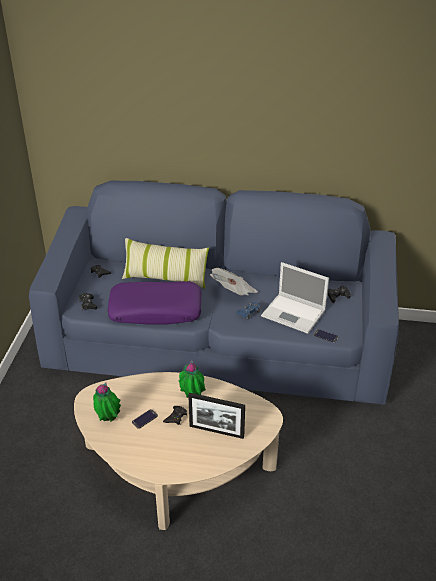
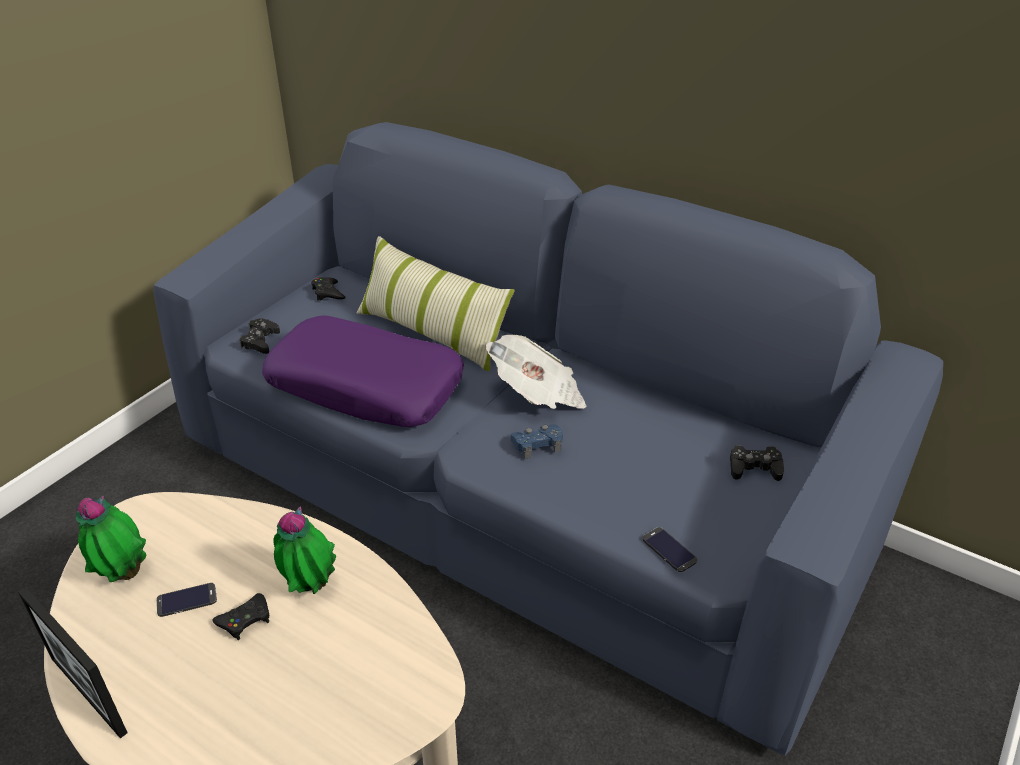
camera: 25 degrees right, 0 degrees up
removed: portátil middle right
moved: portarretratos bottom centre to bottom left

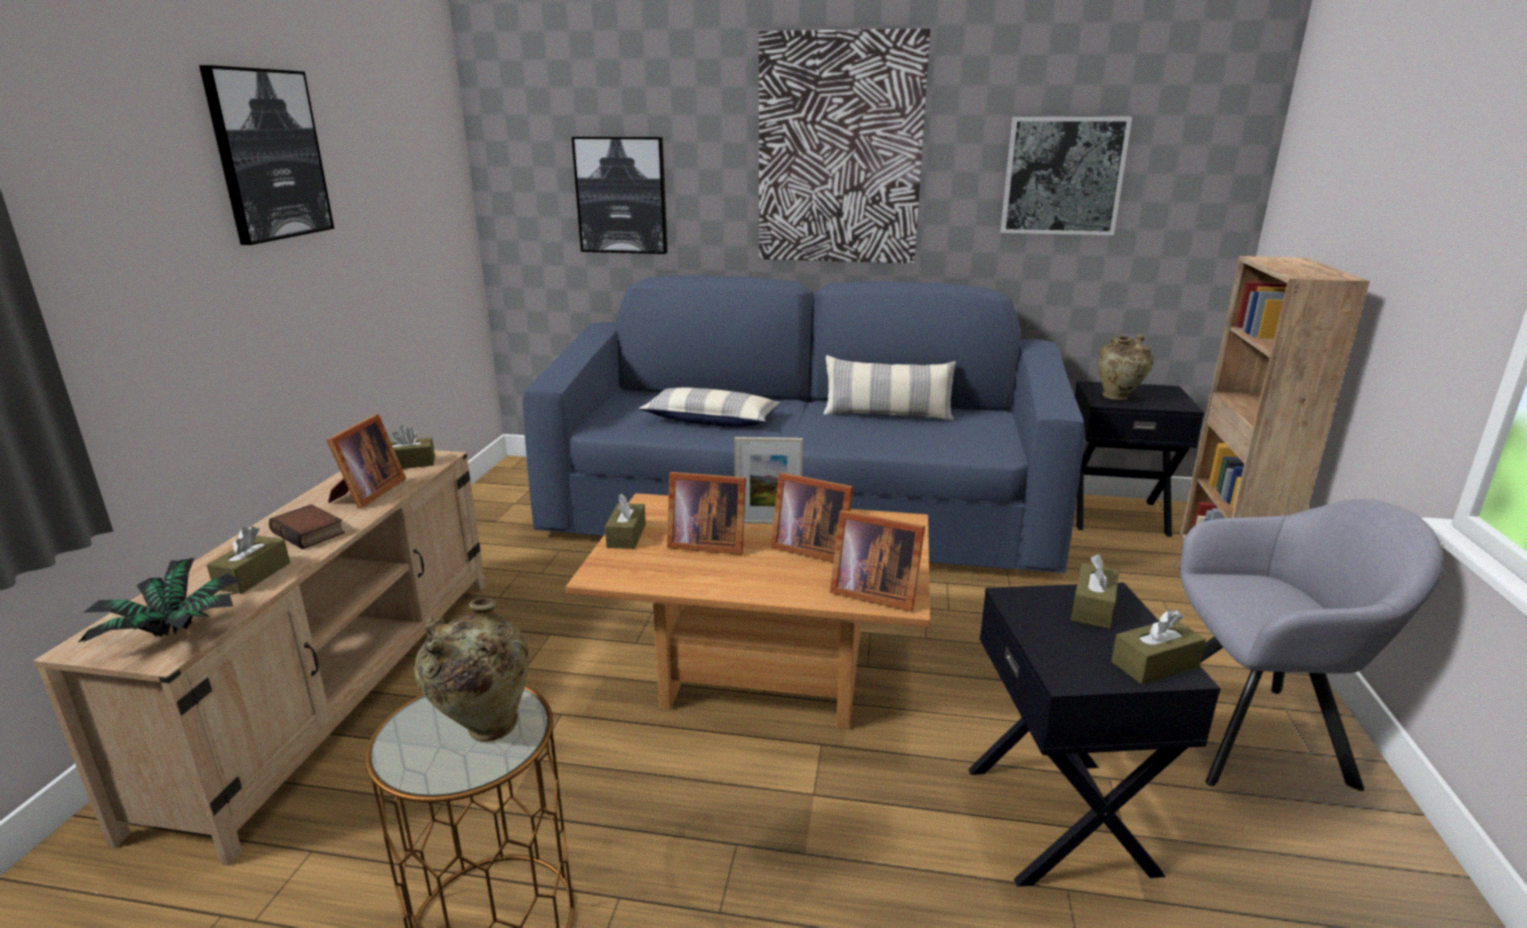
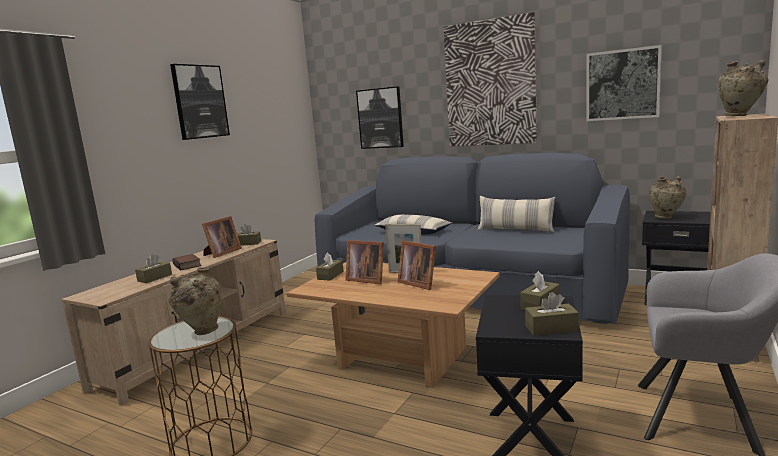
camera: 20 degrees right, 10 degrees down
removed: planta en maceta middle left; portarretratos (5th from left) centre
added: florero [beis] (3rd from left) top right

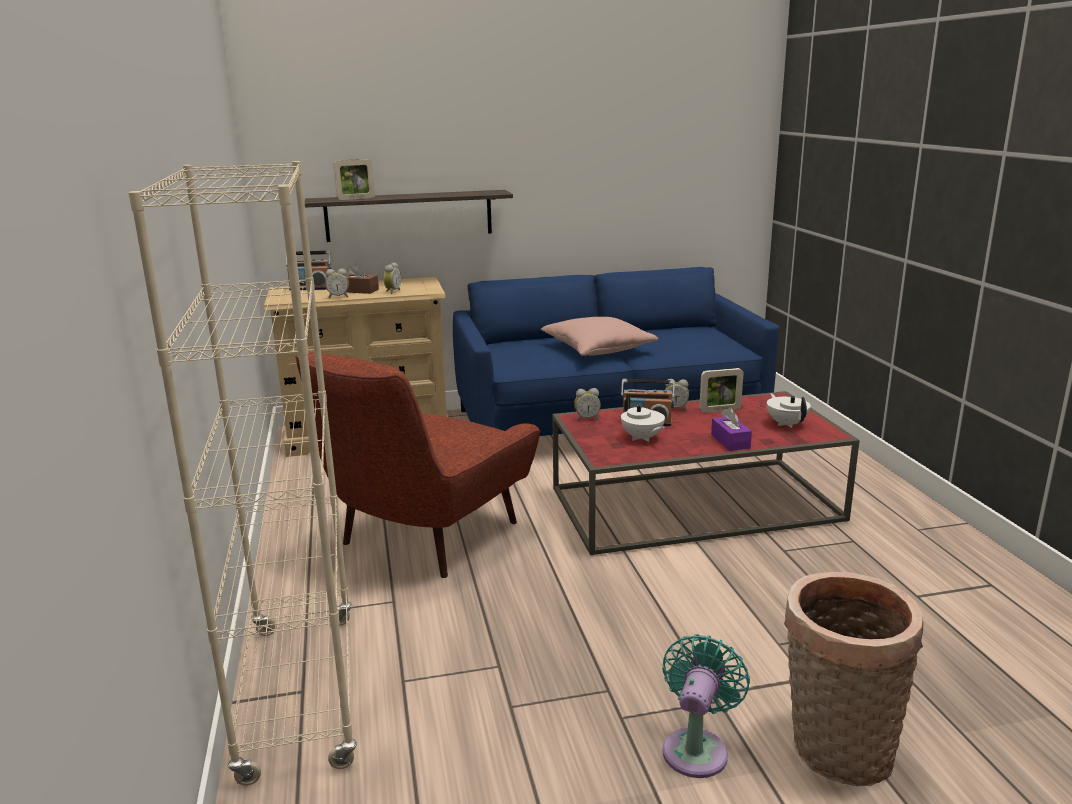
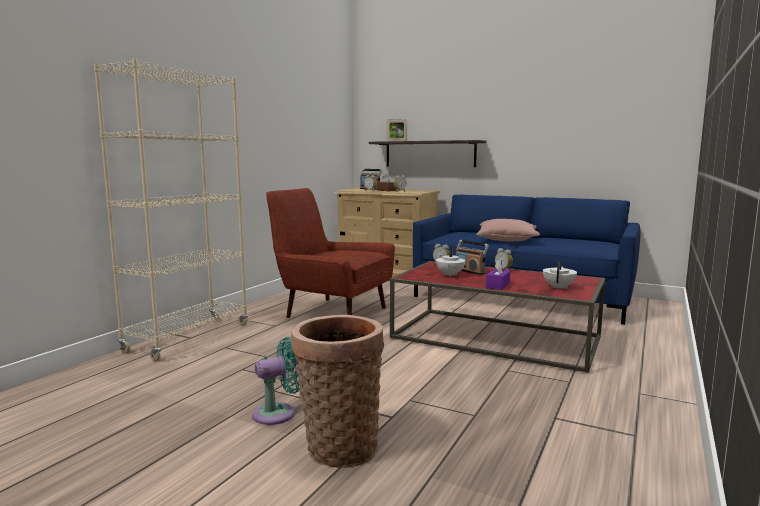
camera: 40 degrees right, 10 degrees down
removed: portarretratos (2nd from left) middle right
turned: sillón [rojo] centre = centre 45 degrees clockwise

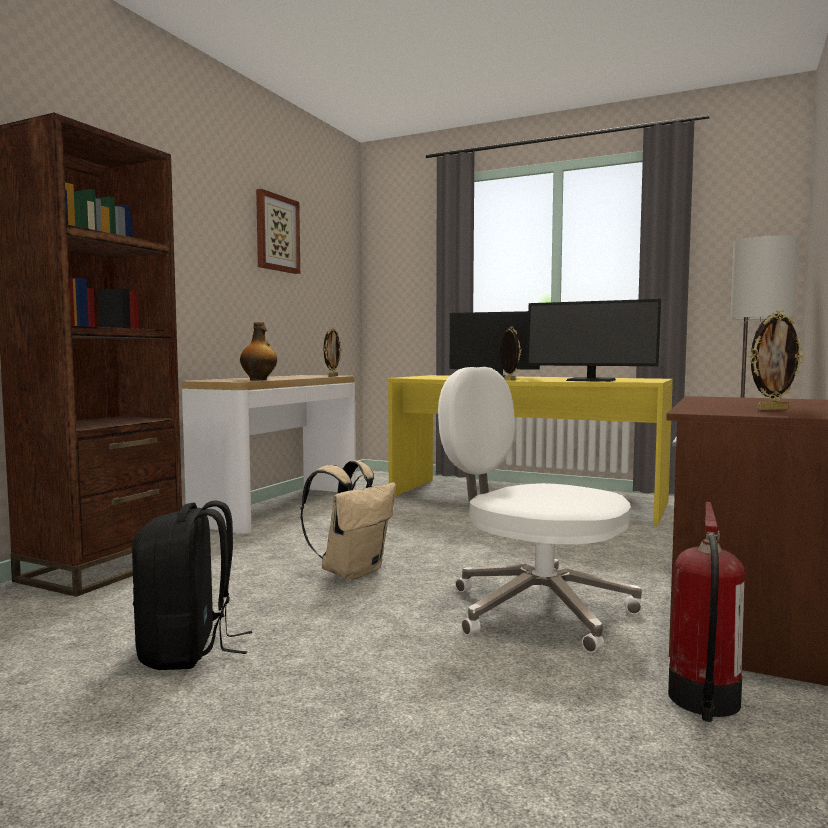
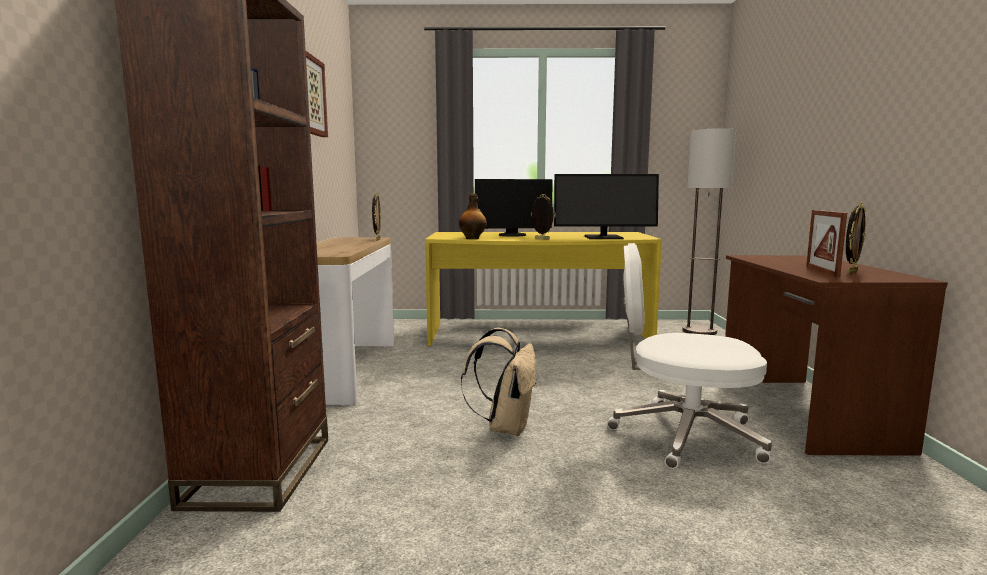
camera: 25 degrees left, 5 degrees up
removed: mochila [negro] bottom left; extintor bottom right
added: portarretratos (3rd from left) middle right
moved: botella middle left to centre

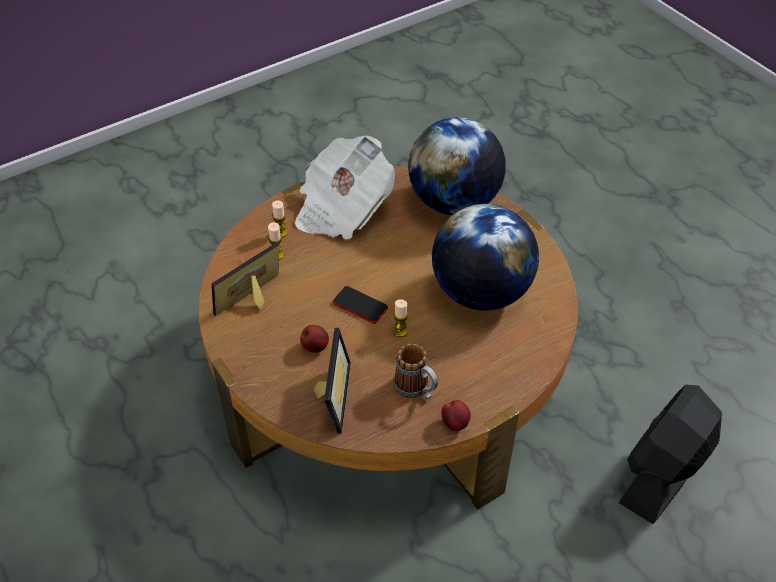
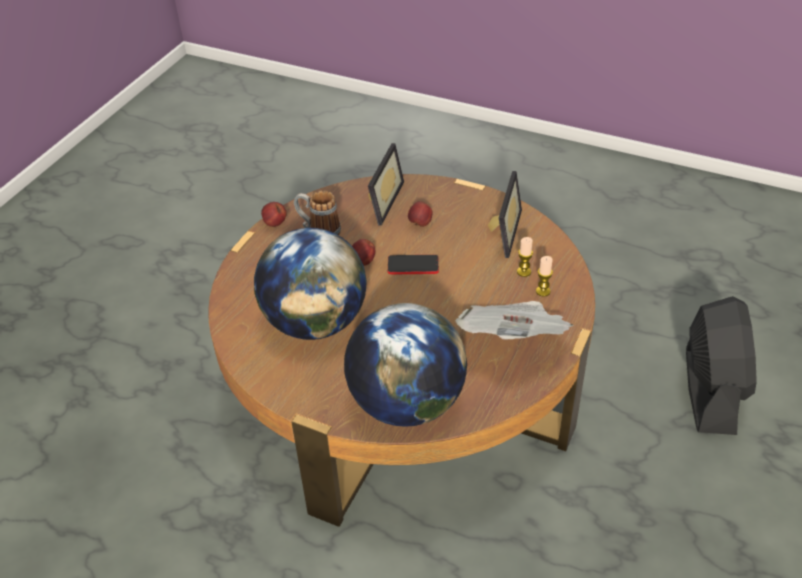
camera: 150 degrees right, 5 degrees down
moved: ventilador [negro] bottom right to middle right
replaced: vela (3rd from left) centre to manzana (2nd from left) centre
turned: portarretratos (2nd from left in the first image) centre = top centre 135 degrees counterclockwise

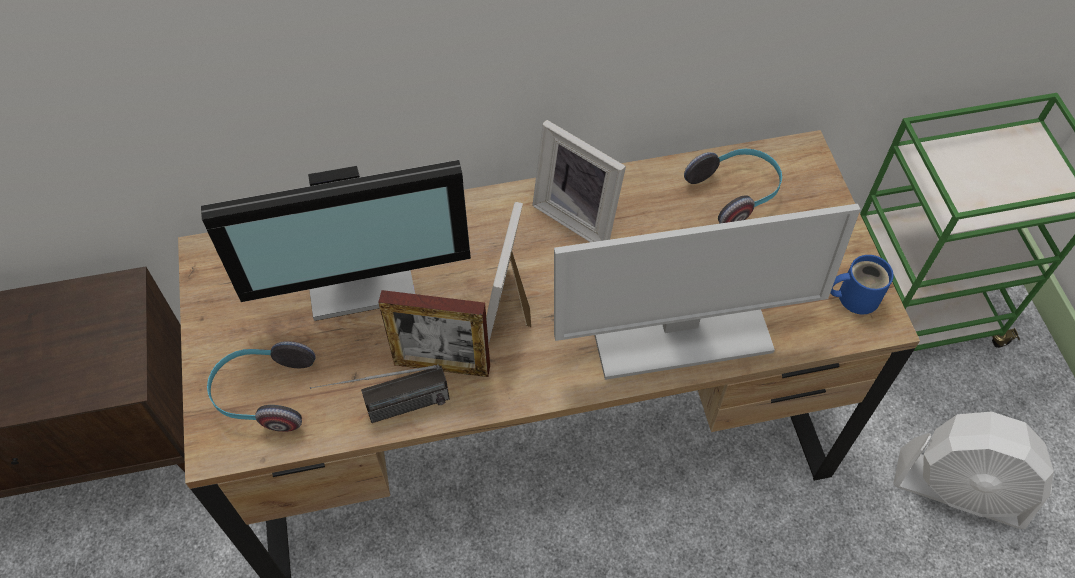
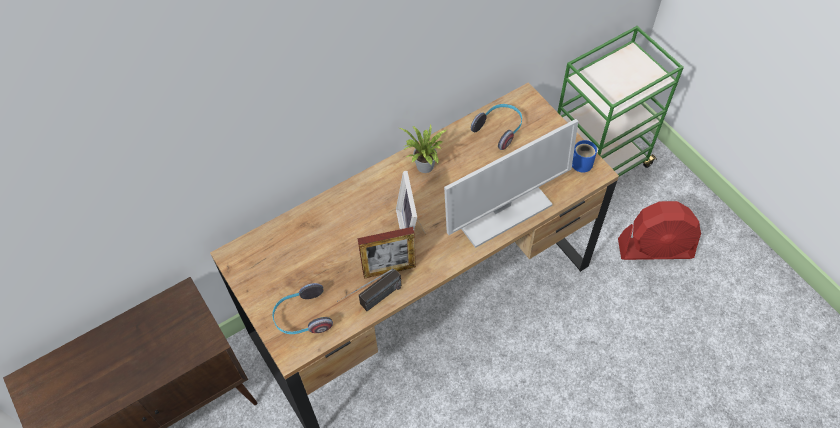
camera: 20 degrees left, 0 degrees up
removed: monitor (1st from left) middle left
replaced: portarretratos (3rd from left) top centre to planta en maceta centre
recoloured: ventilador [blanco] bottom right to ventilador [rojo] middle right

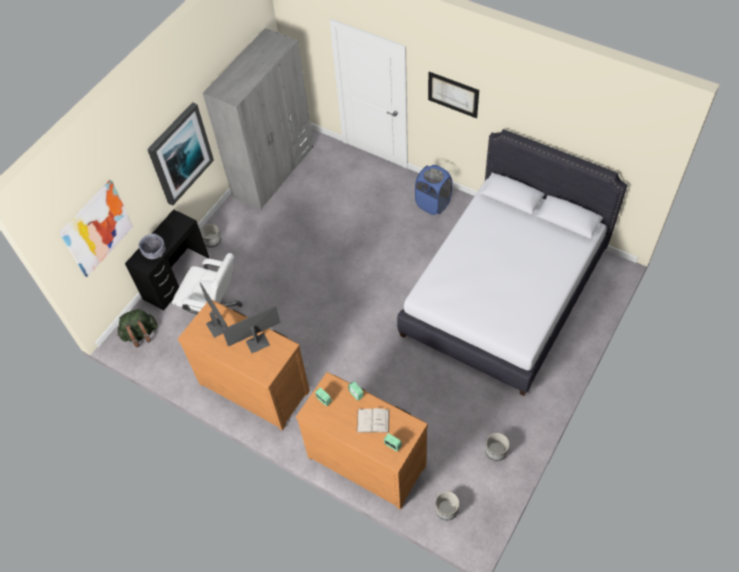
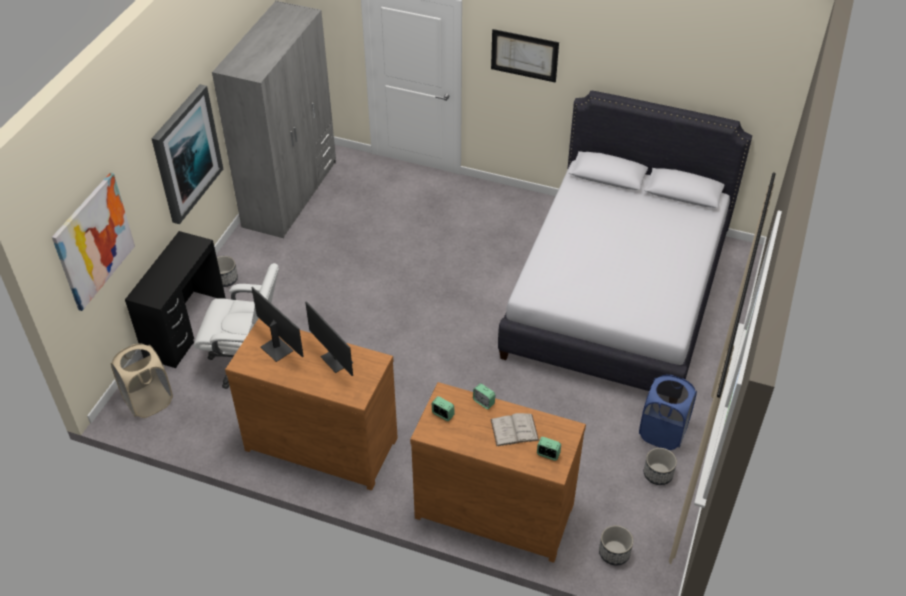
camera: 15 degrees left, 10 degrees down
removed: cuenco [gris] middle left
moved: cesto de la ropa [azul] top centre to bottom right
replaced: mochila [verde] middle left to cesto de la ropa [beis] middle left
turned: monitor (2nd from left) centre = centre 90 degrees counterclockwise

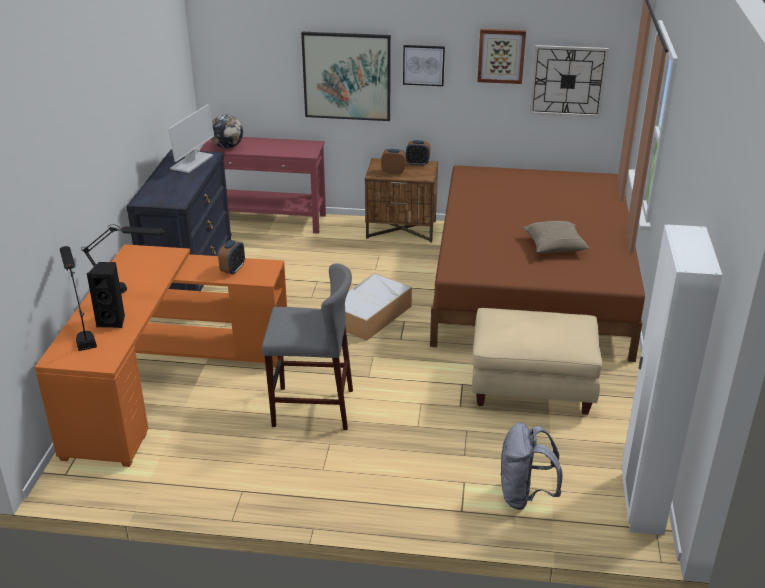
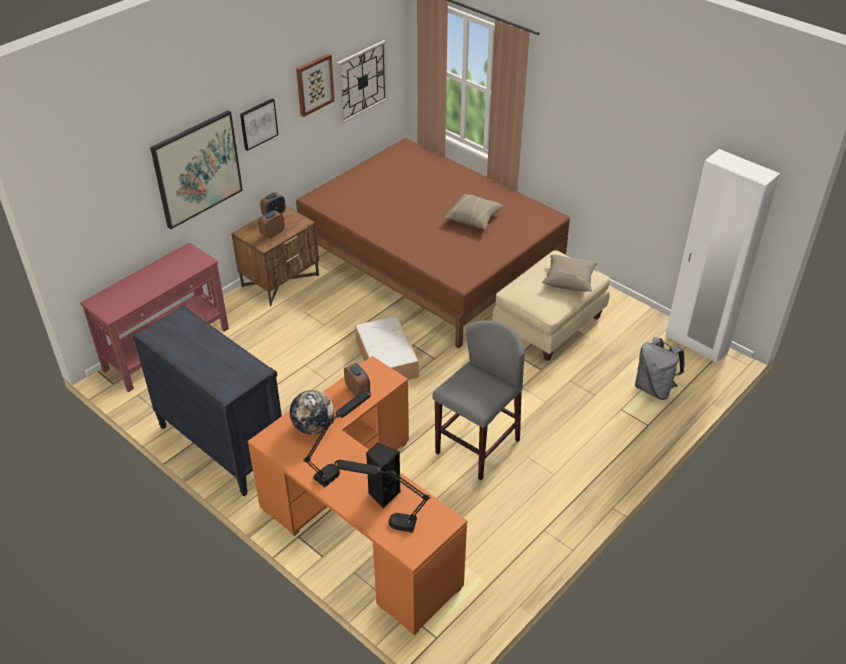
camera: 55 degrees left, 10 degrees up
removed: monitor top left
added: cojín [beis] (2nd from left) middle right
moved: globo terráqueo top left to centre

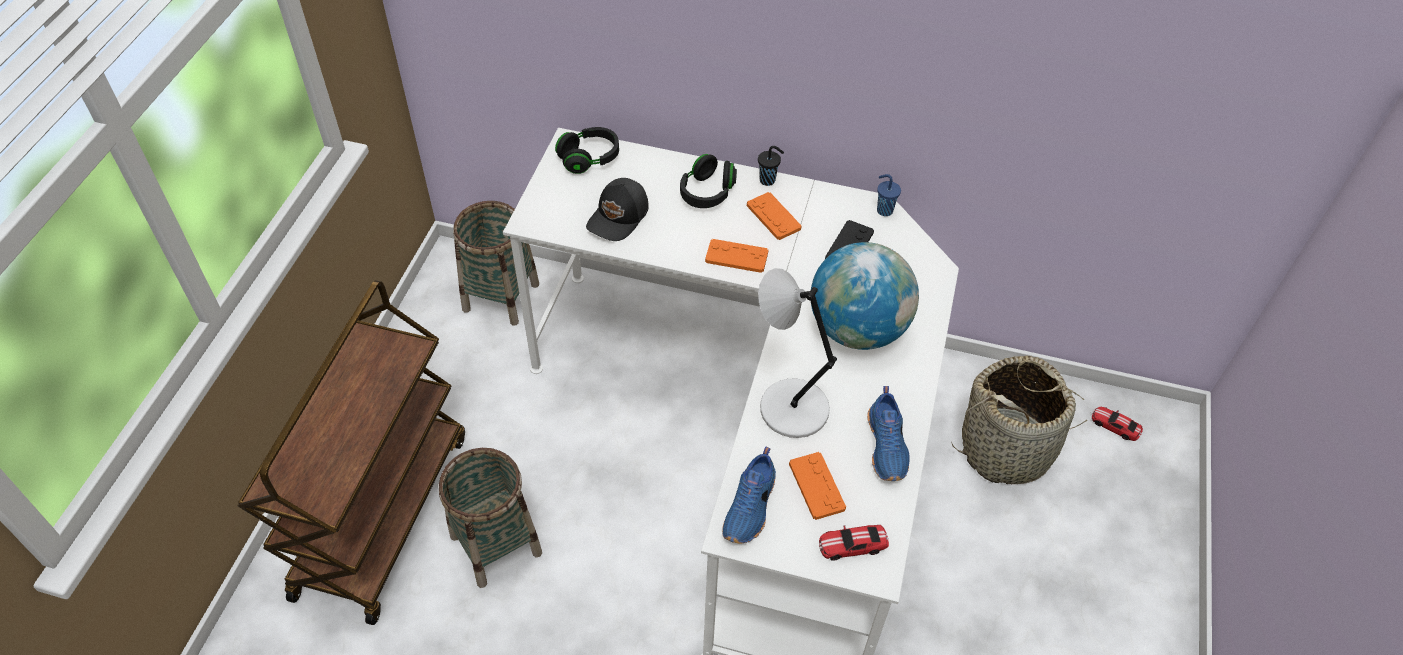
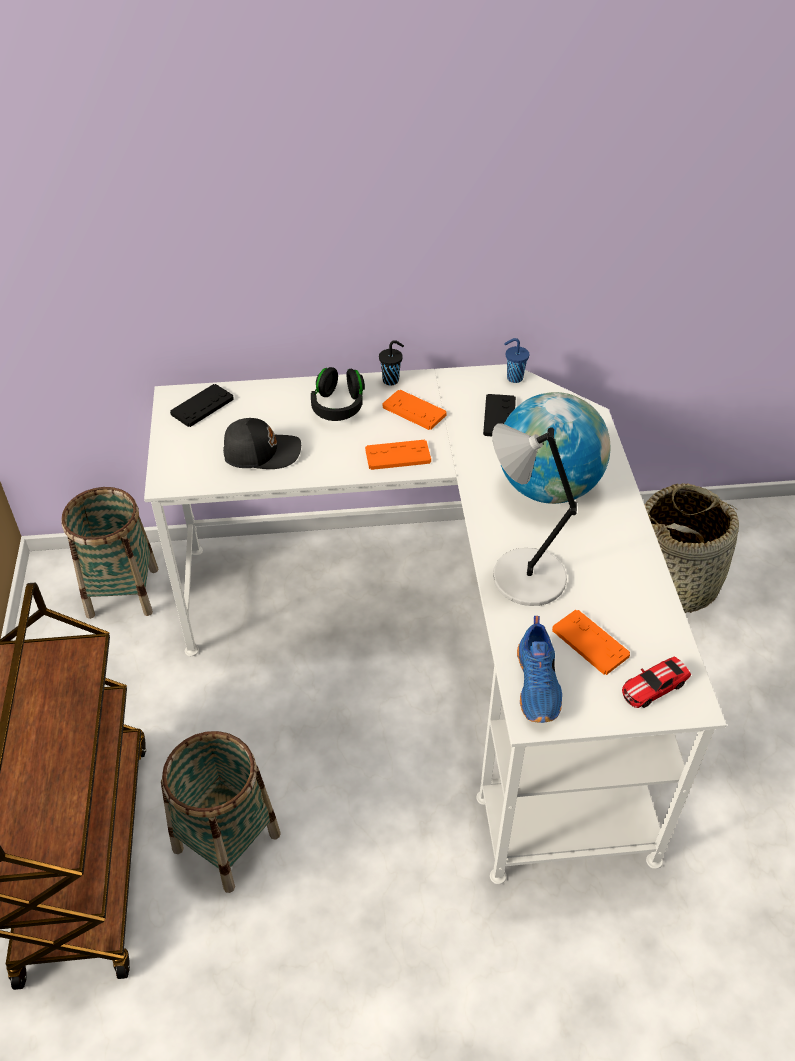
camera: 20 degrees left, 5 degrees down
removed: zapato [azul] (2nd from left) centre; coche de juguete (2nd from left) middle right
replaced: auriculares [negro] (1st from left) top centre to mando de consola [negro] (1st from left) middle left
turned: gorra [negro] top centre = middle left 105 degrees counterclockwise

